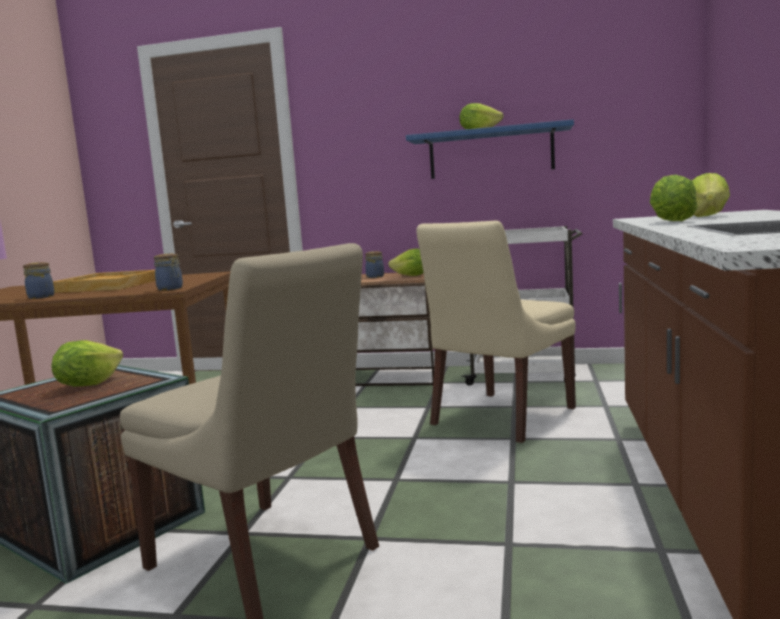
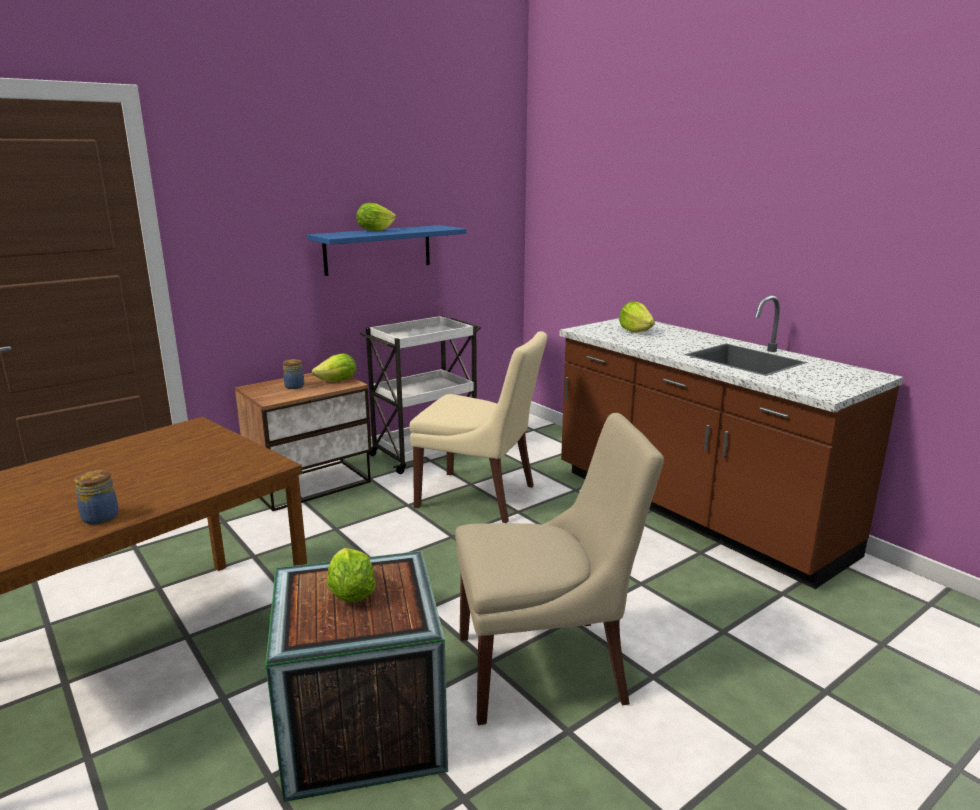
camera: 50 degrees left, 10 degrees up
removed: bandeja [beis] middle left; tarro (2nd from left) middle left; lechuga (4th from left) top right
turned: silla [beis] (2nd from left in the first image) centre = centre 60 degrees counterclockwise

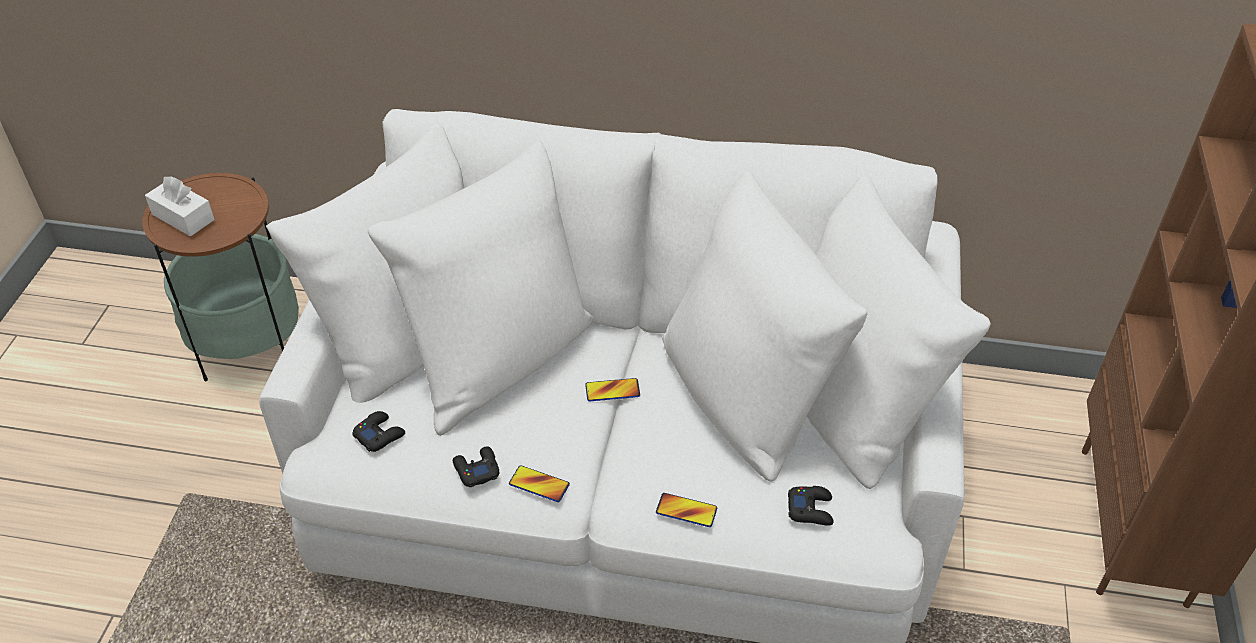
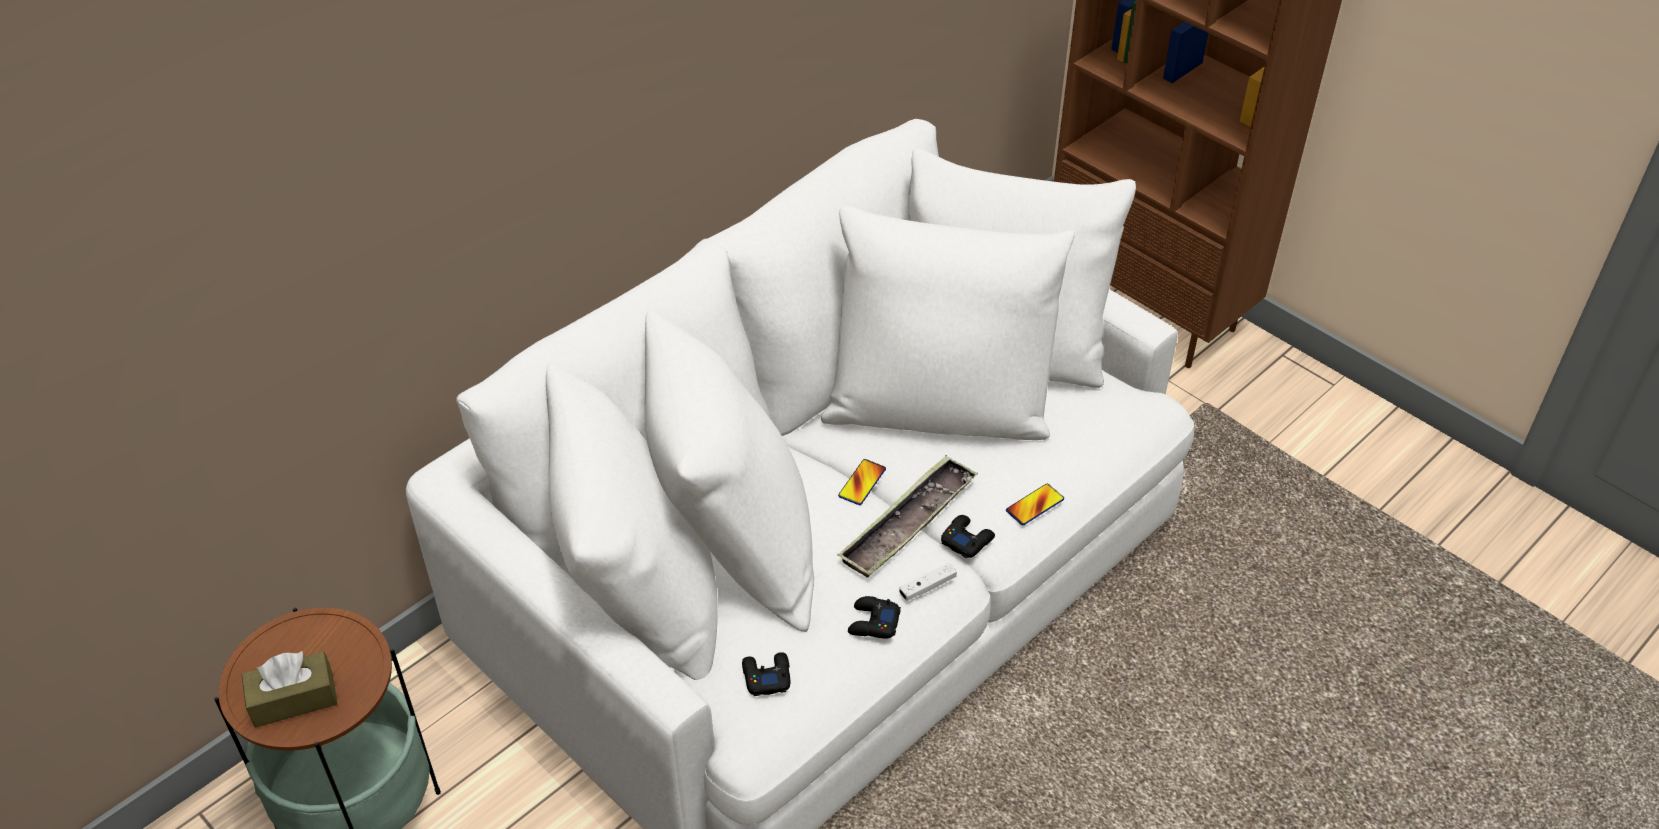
camera: 55 degrees left, 0 degrees up
added: bandeja centre
moved: mando de consola [negro] (3rd from left) bottom centre to centre
replaced: móvil (1st from left) bottom centre to mando de consola [blanco] bottom centre
recoloured: caja de pañuelos [blanco] top left to caja de pañuelos [marrón] bottom left

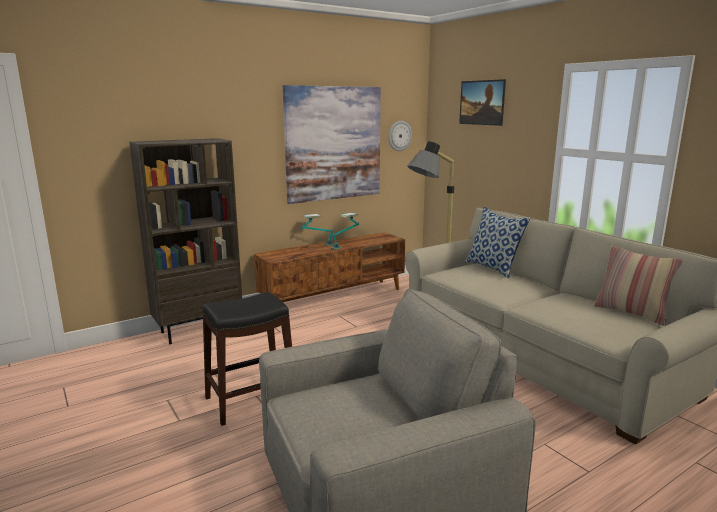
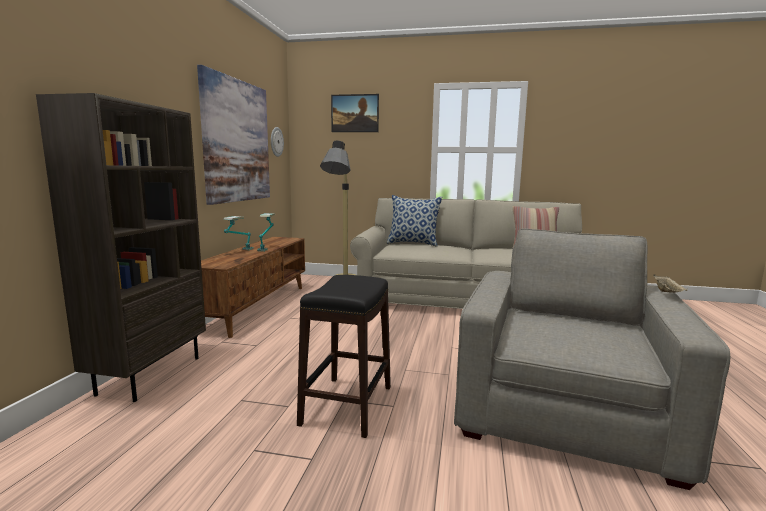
camera: 45 degrees left, 5 degrees down
added: bandeja [beis] middle right

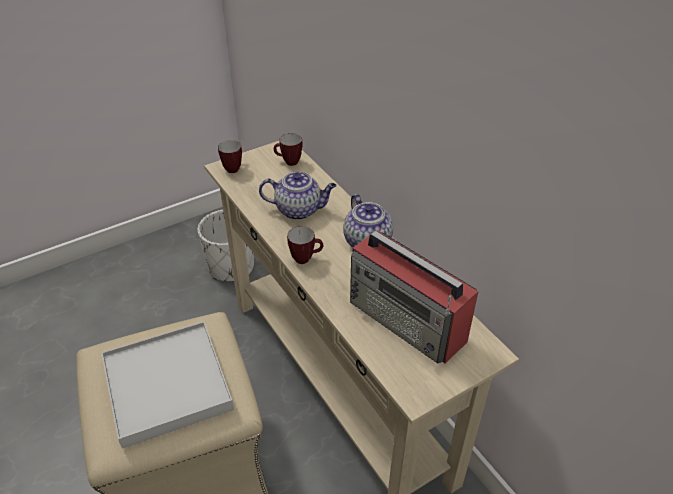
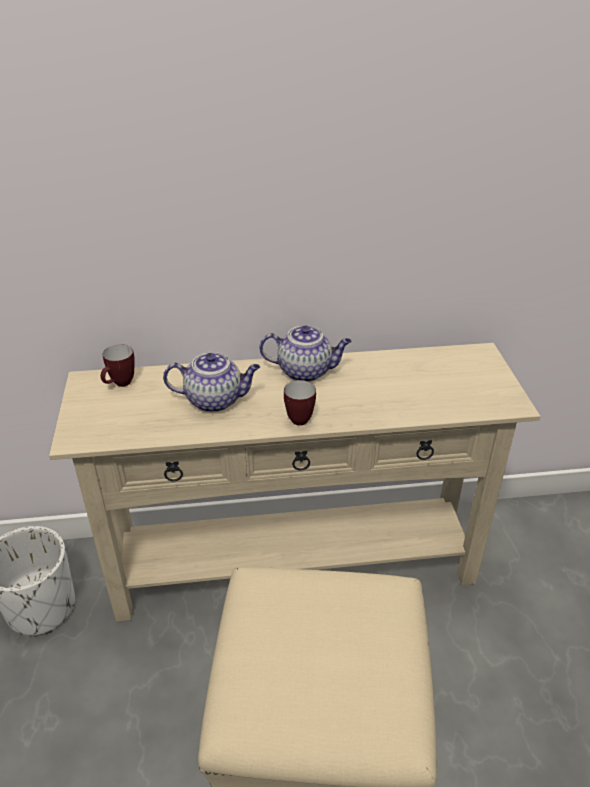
camera: 65 degrees left, 5 degrees down
removed: bandeja [blanco] bottom left; taza grande (1st from left) top centre; radio centre
turned: tetera (1st from left) centre = centre 60 degrees clockwise

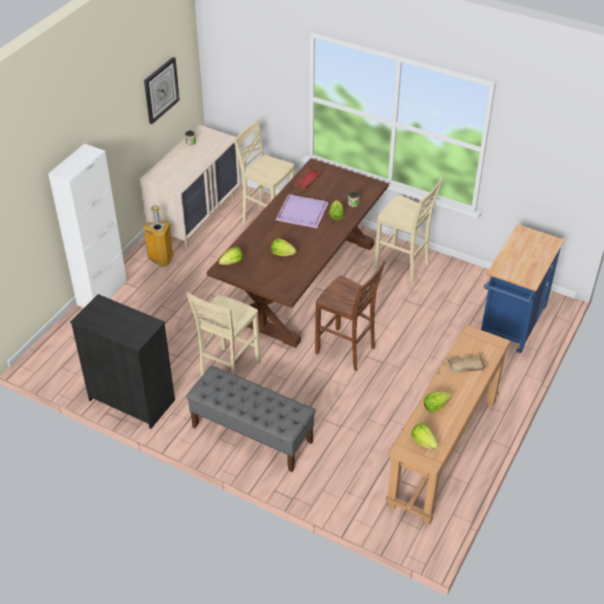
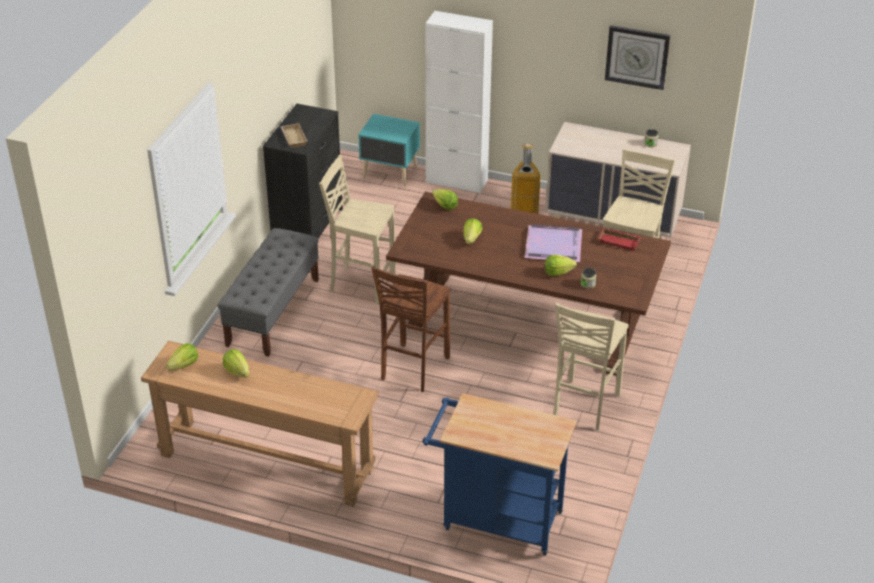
camera: 80 degrees right, 5 degrees down
added: mesita de noche [turquesa] top centre
moved: bandeja [beis] middle right to top centre

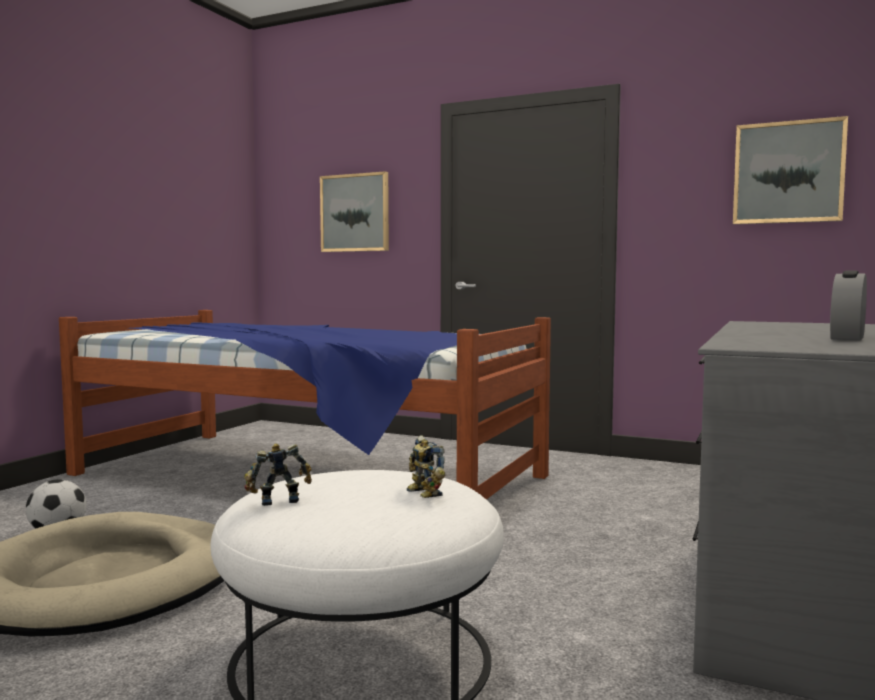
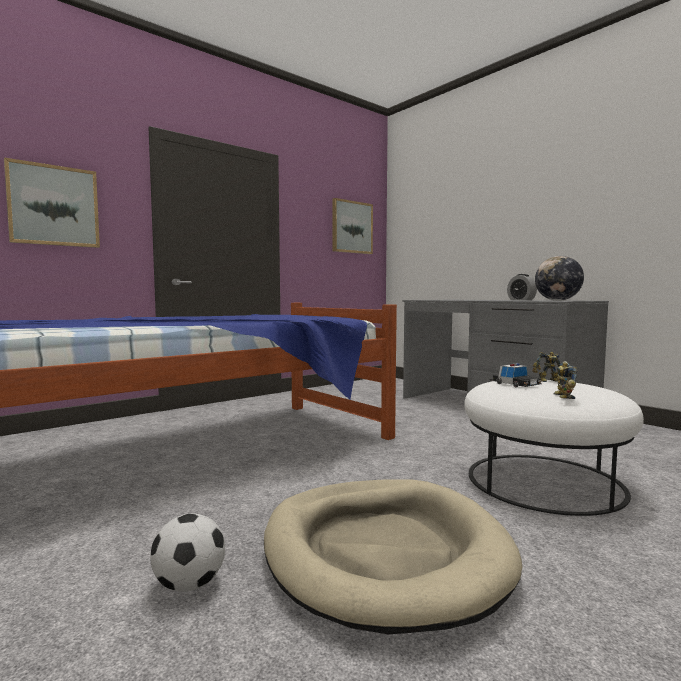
camera: 65 degrees left, 0 degrees up
added: coche de juguete middle right; globo terráqueo middle right

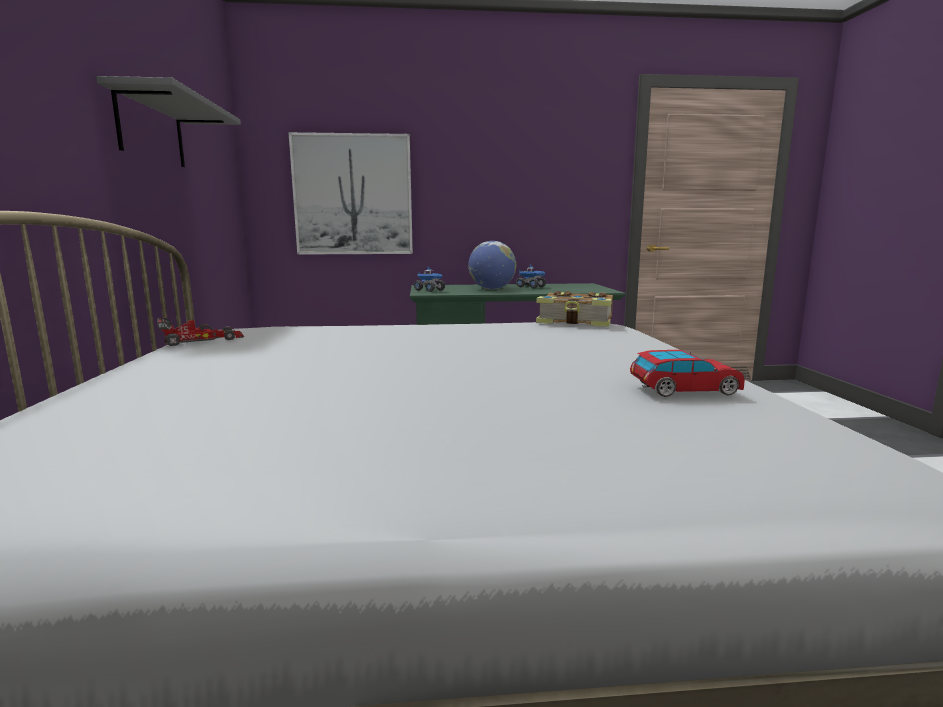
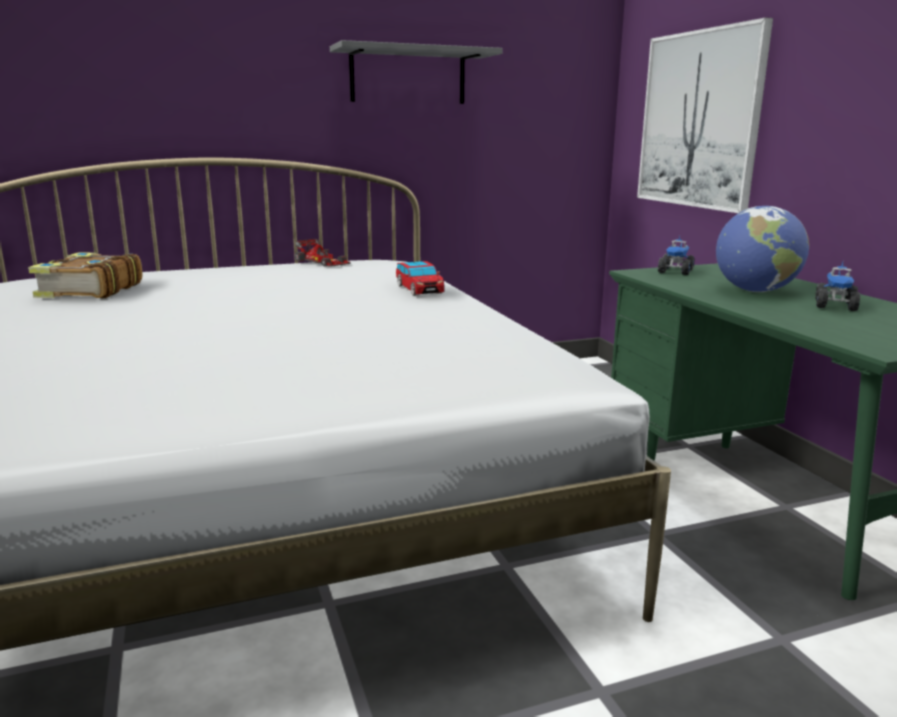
camera: 75 degrees right, 5 degrees up
moved: libro centre to middle left; coche de juguete (2nd from left) middle right to centre

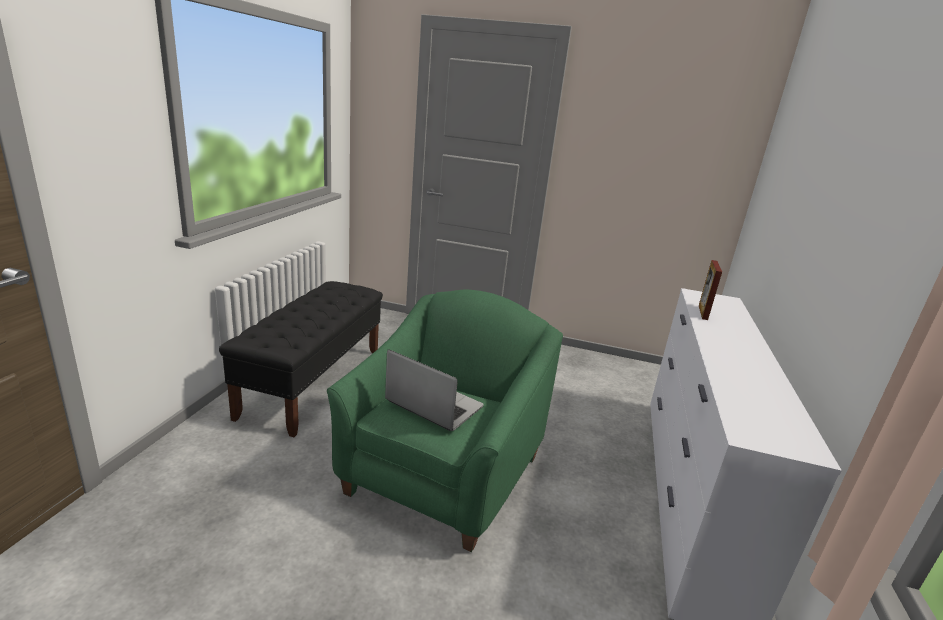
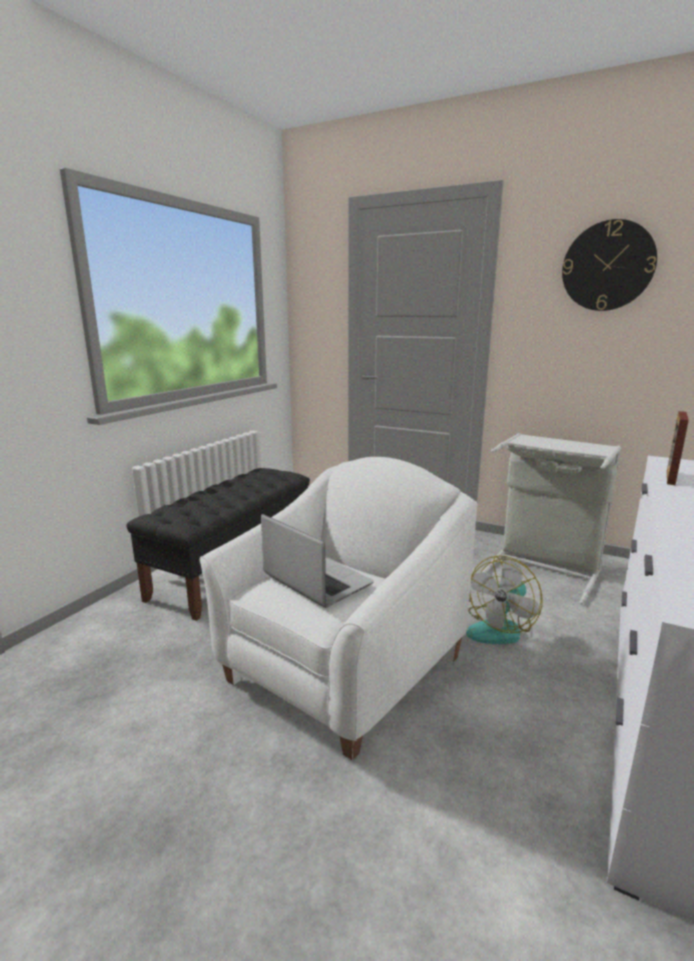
camera: 15 degrees right, 5 degrees down
added: ventilador middle right; cesto de la ropa [gris] middle right; reloj de pared top right
recoloured: sillón [verde] bottom centre to sillón [blanco] centre

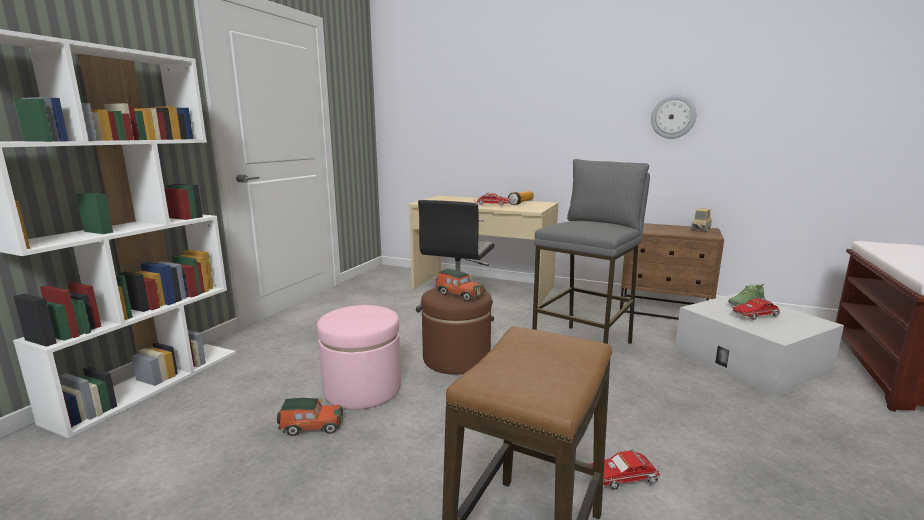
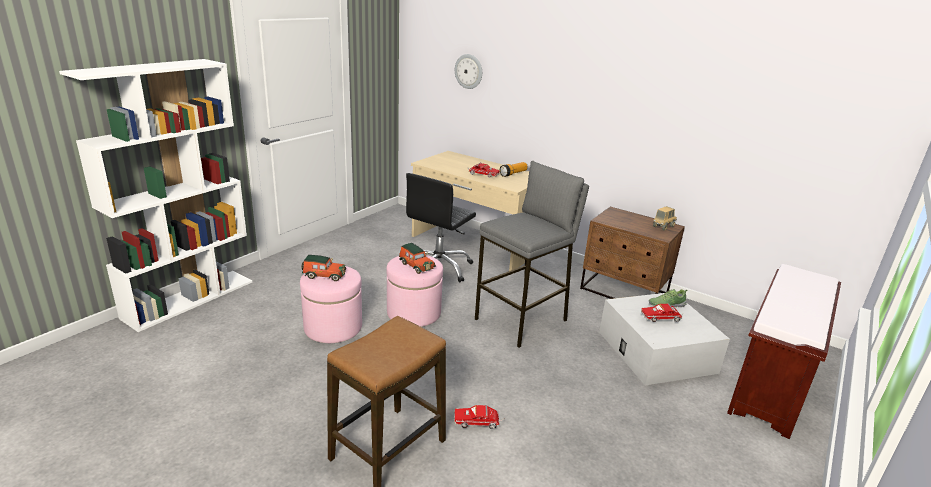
camera: 10 degrees right, 10 degrees up
moved: coche de juguete (1st from left) bottom centre to centre; reloj de pared top right to top centre
recoloured: puf [marrón] centre to puf [rosa] (2nd from left) centre

